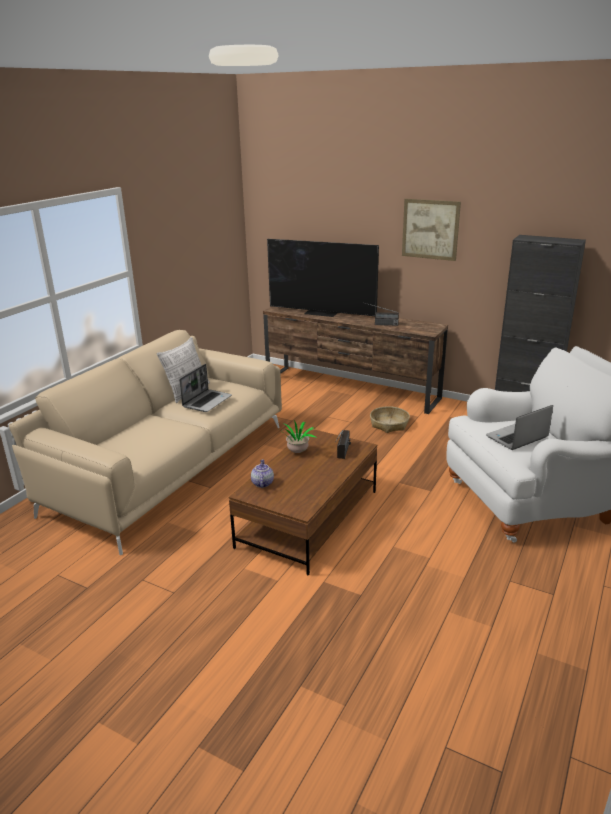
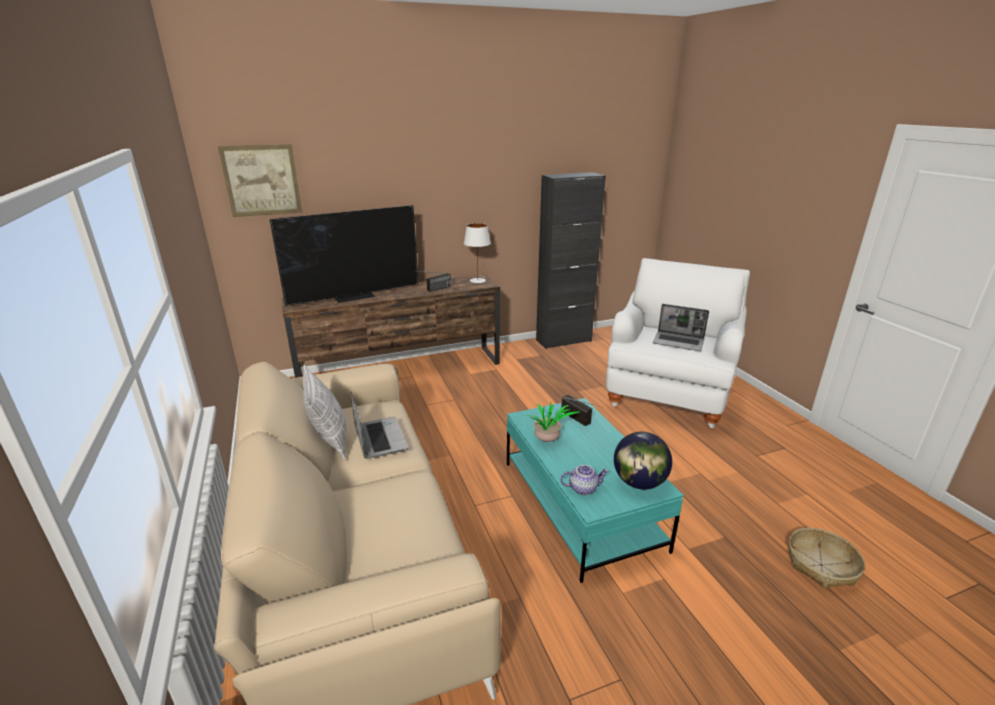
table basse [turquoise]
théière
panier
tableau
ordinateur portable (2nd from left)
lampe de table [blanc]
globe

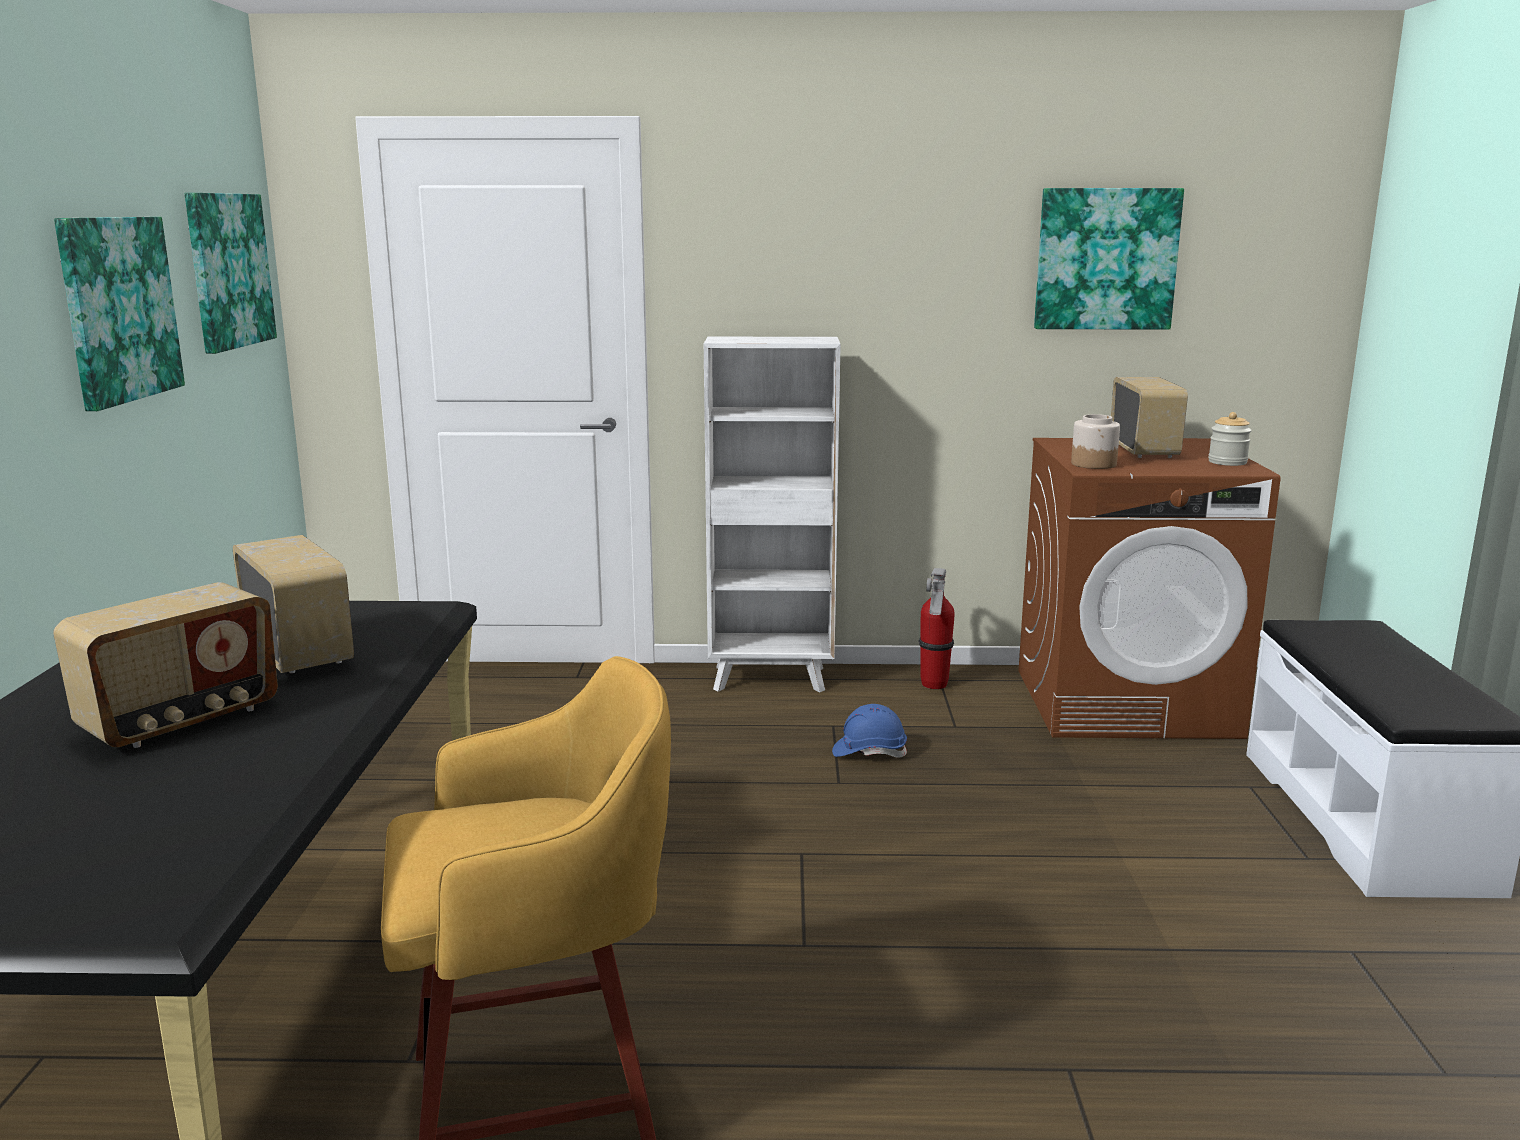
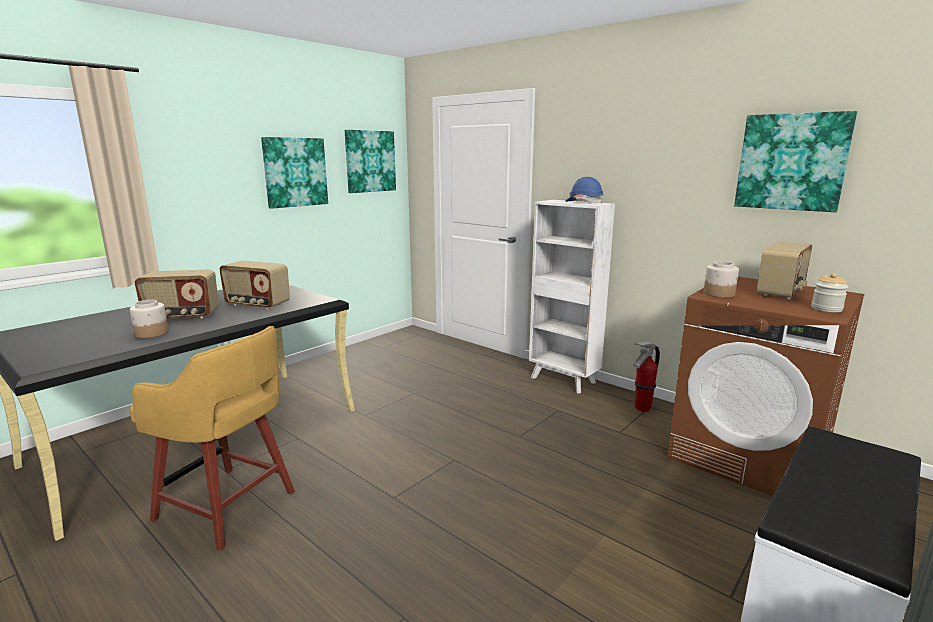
radio (2nd from left)
casque de chantier [bleu]
bocal (1st from left)

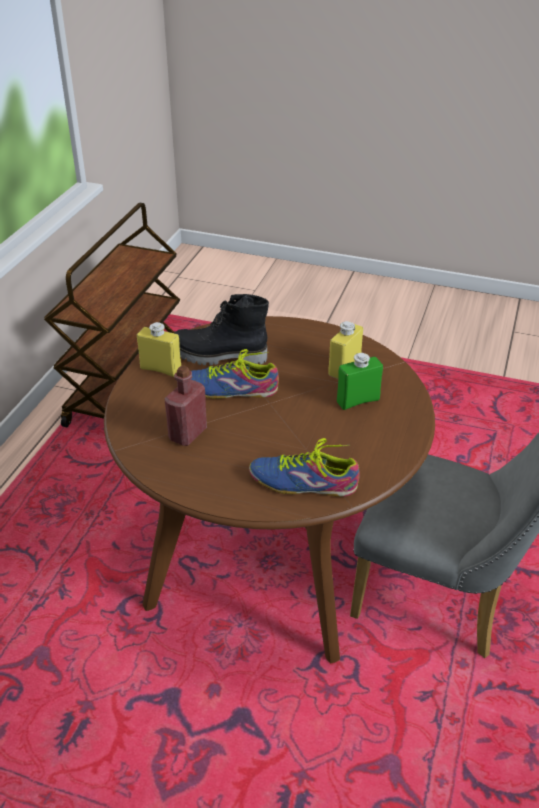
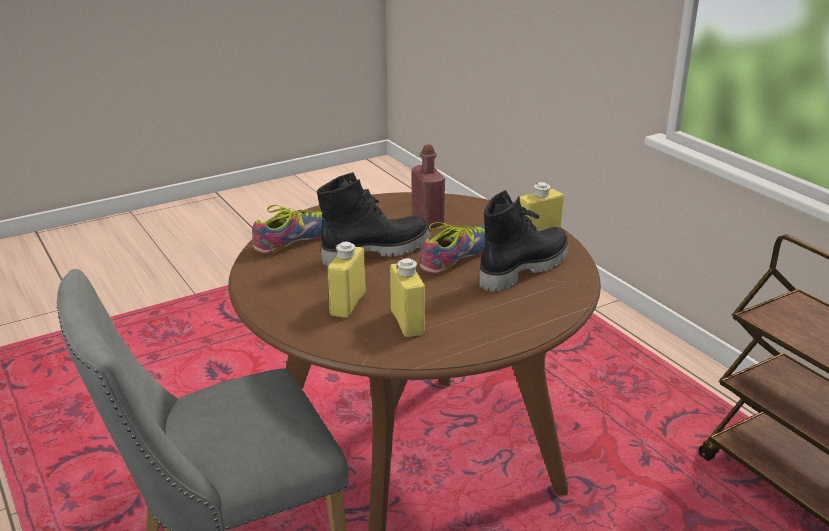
bouteille [jaune] (1st from left)
botte [noir] (1st from left)

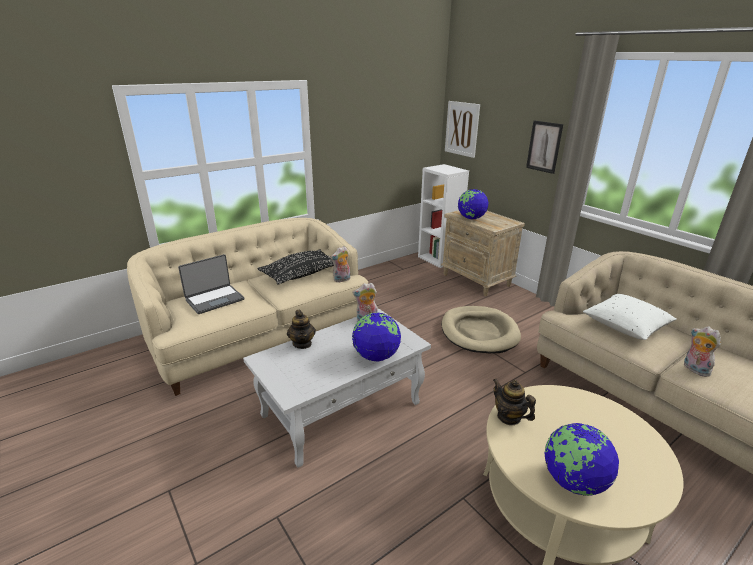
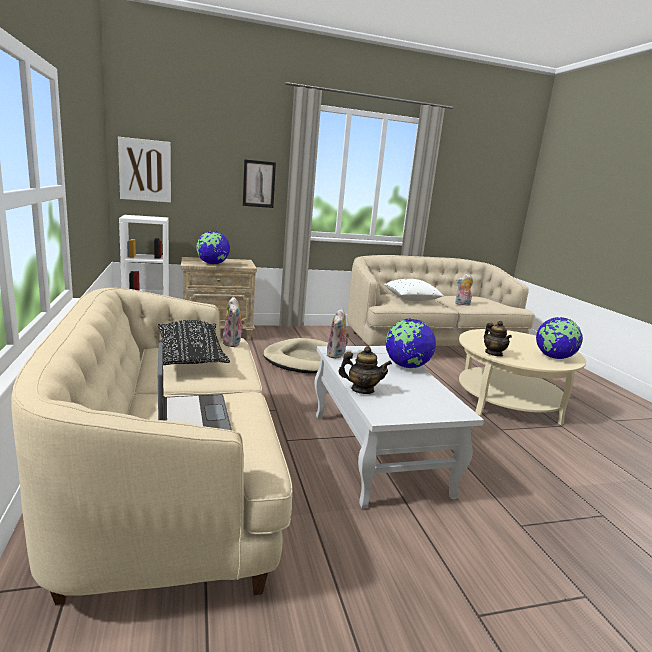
théière (2nd from left)

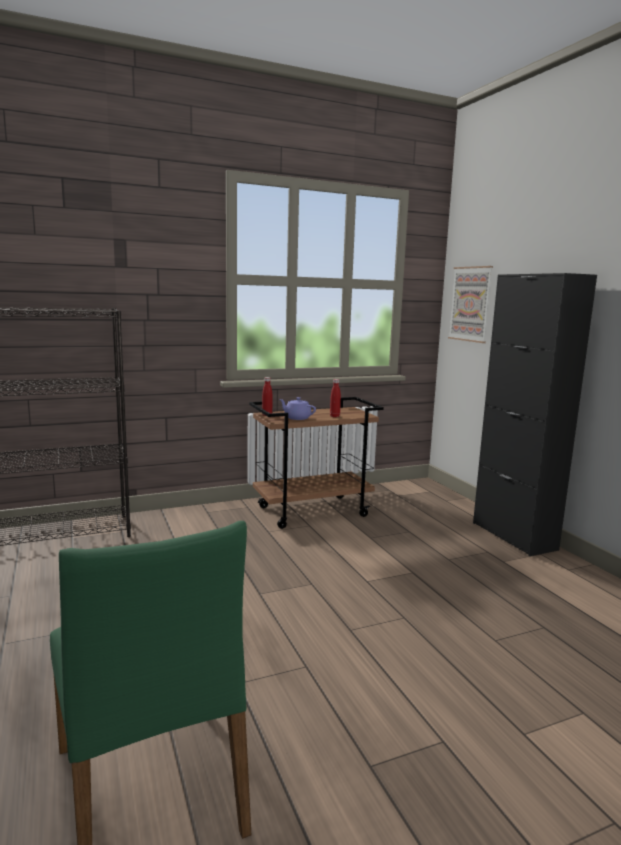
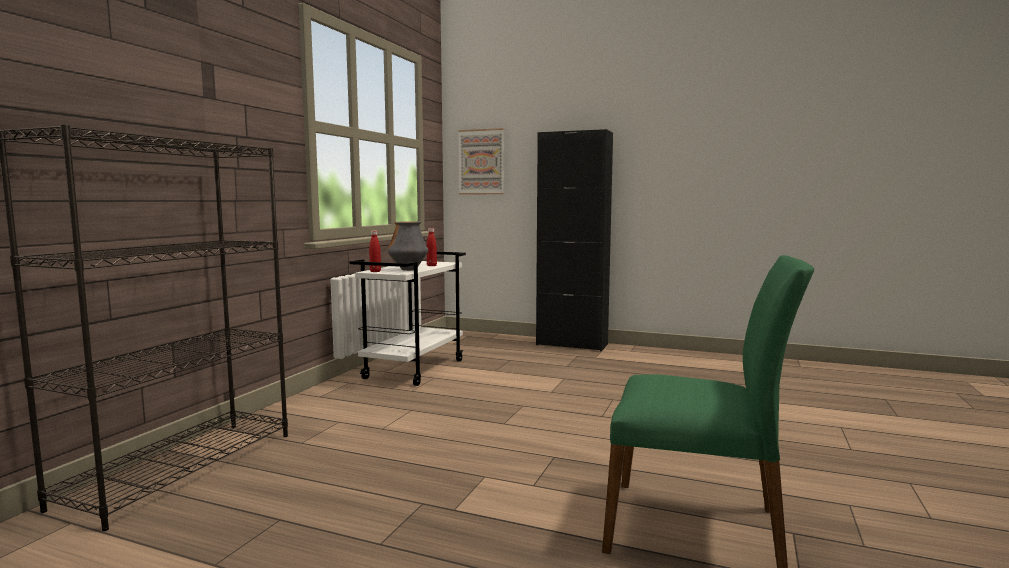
chariot [blanc]
vase

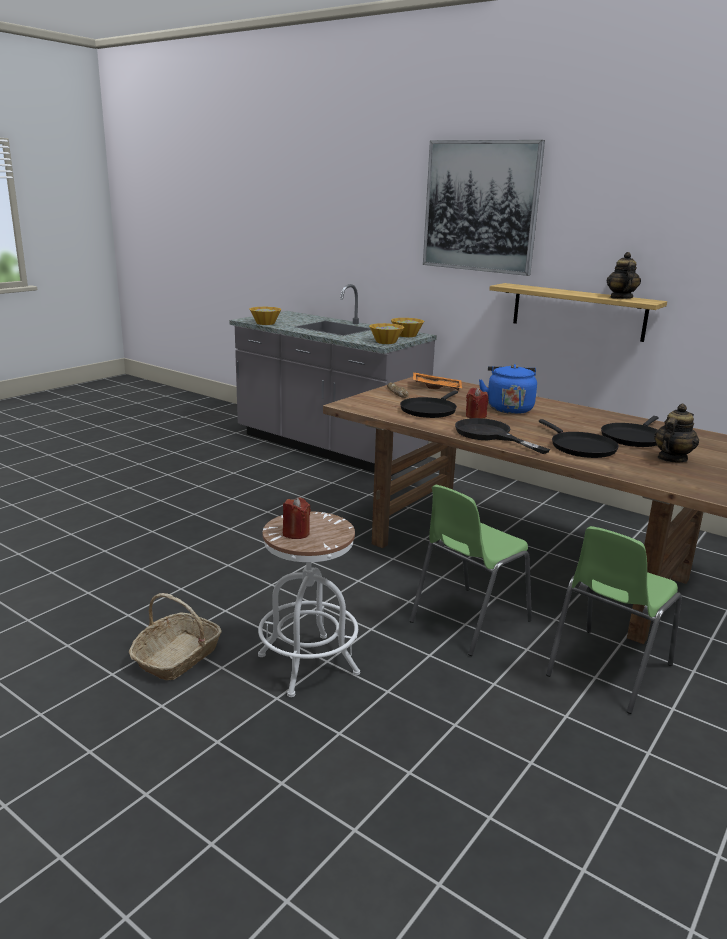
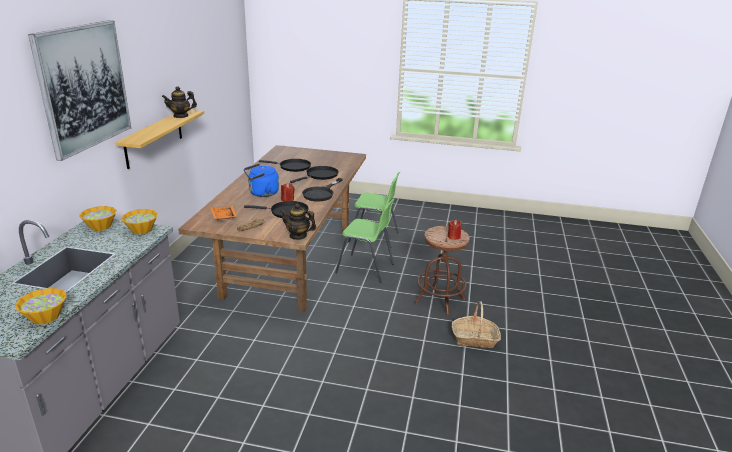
tabouret [marron]
théière (2nd from left)

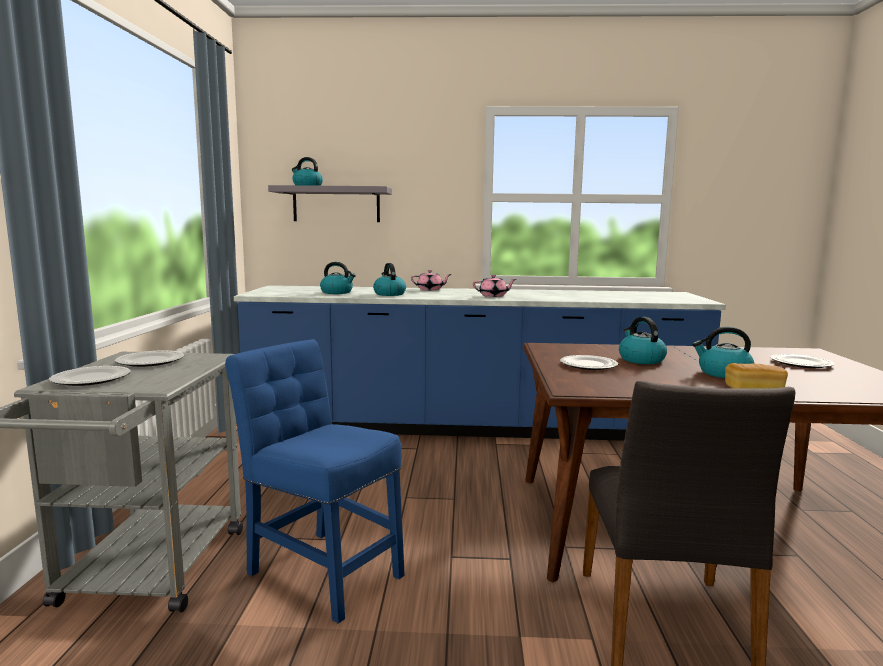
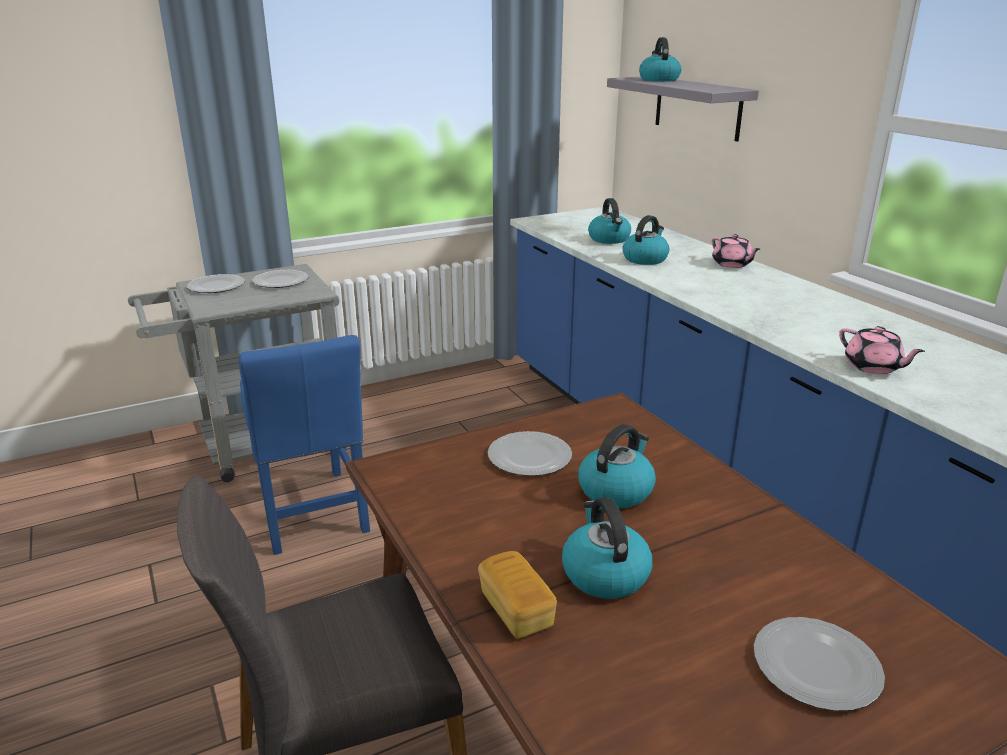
chaise [bleu]
théière [rose] (2nd from left)

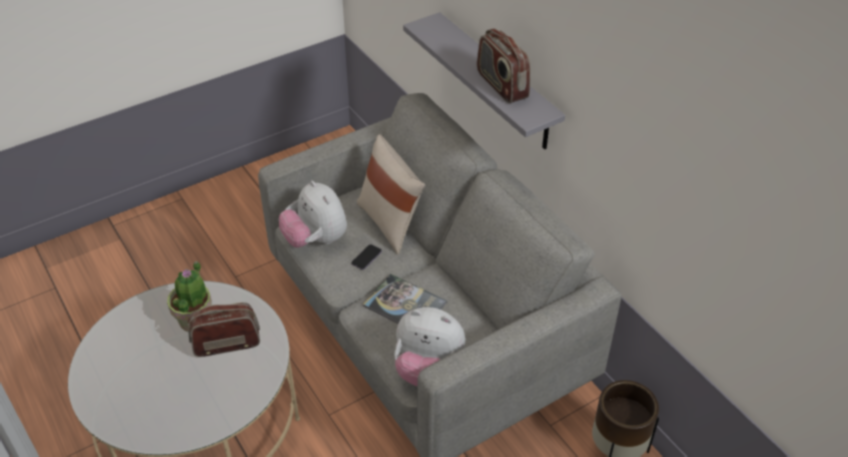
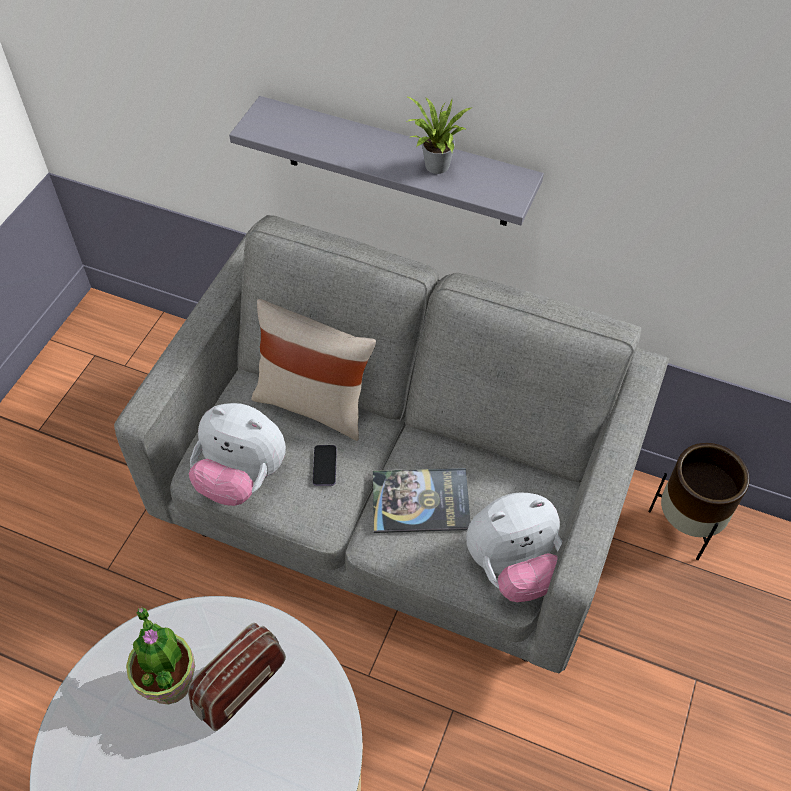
plante en pot (2nd from left)

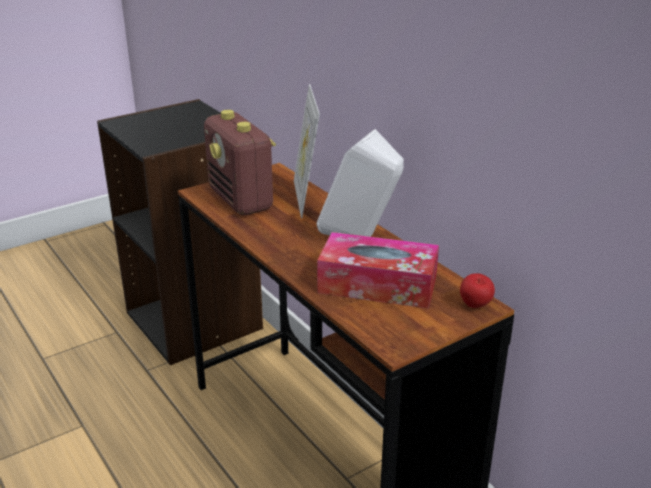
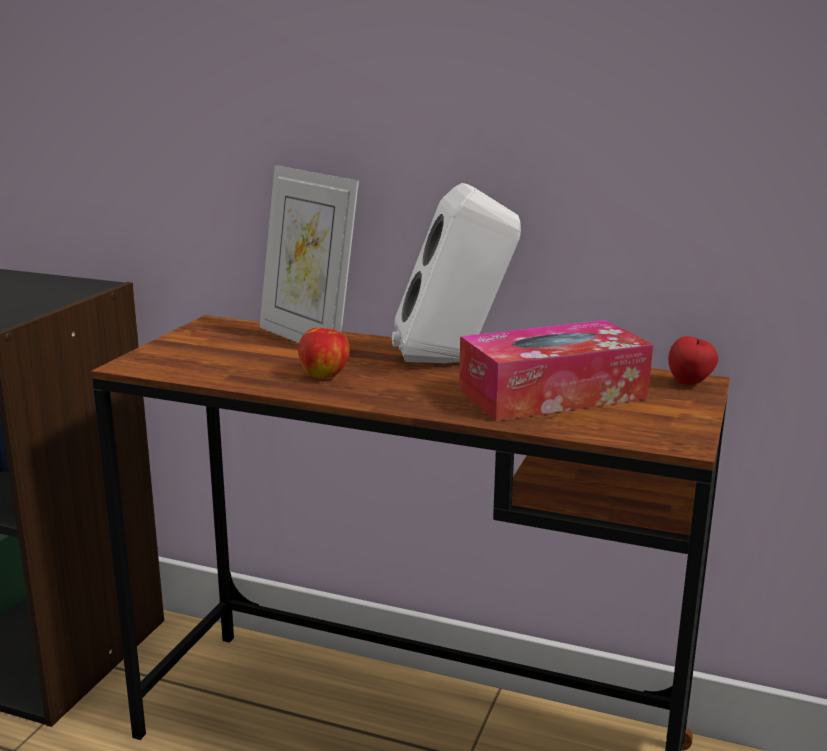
radio
pomme (1st from left)

